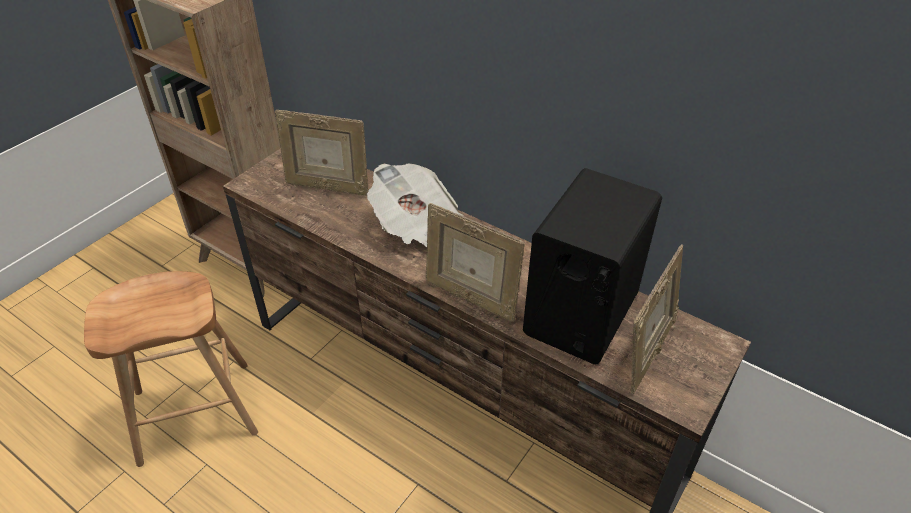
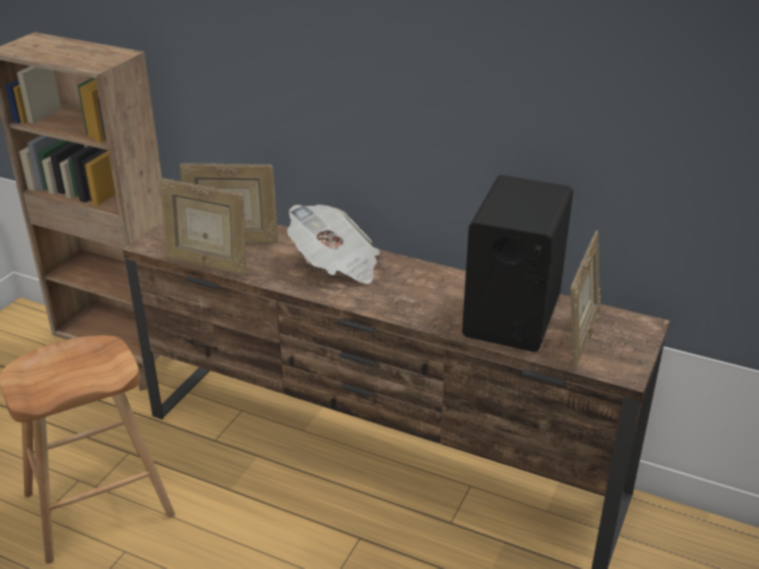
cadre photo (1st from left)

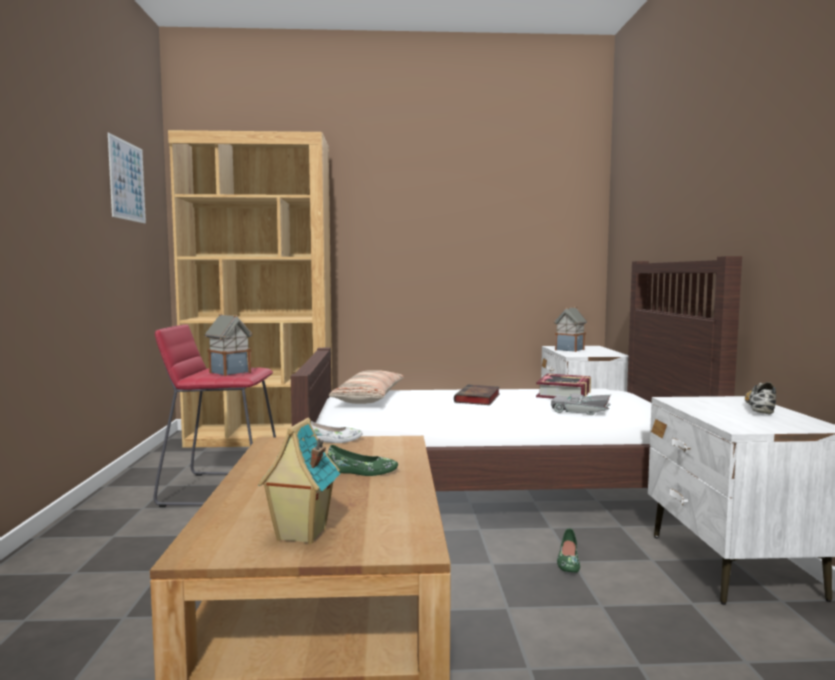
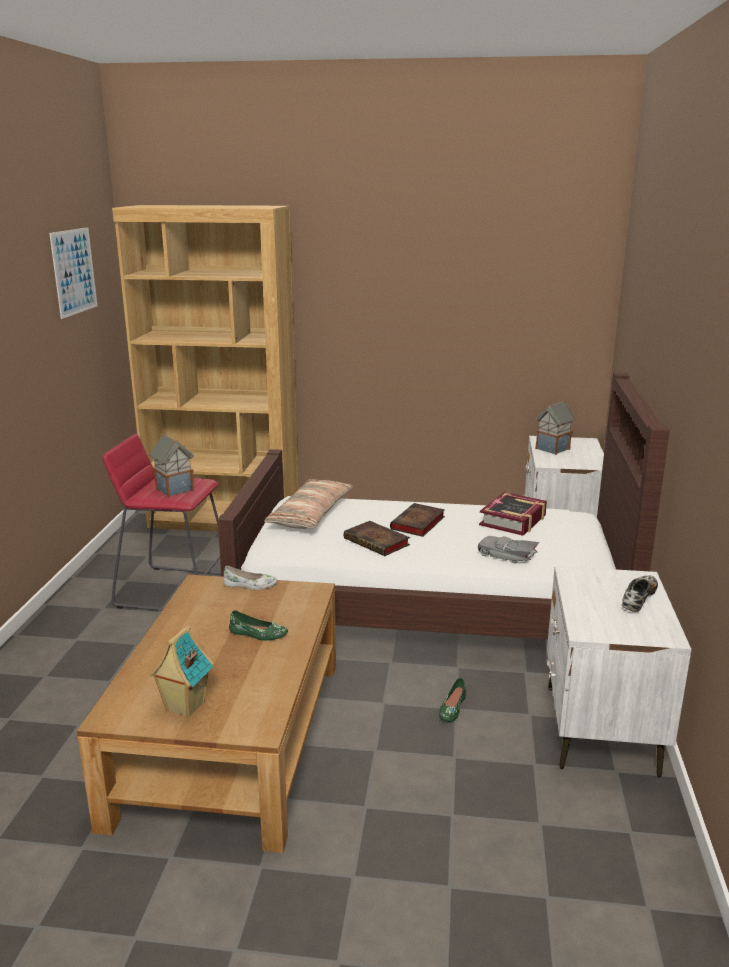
livre (1st from left)

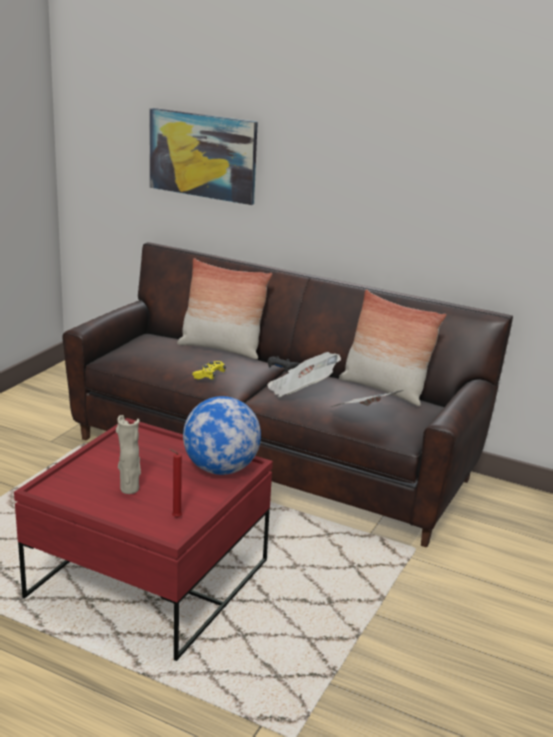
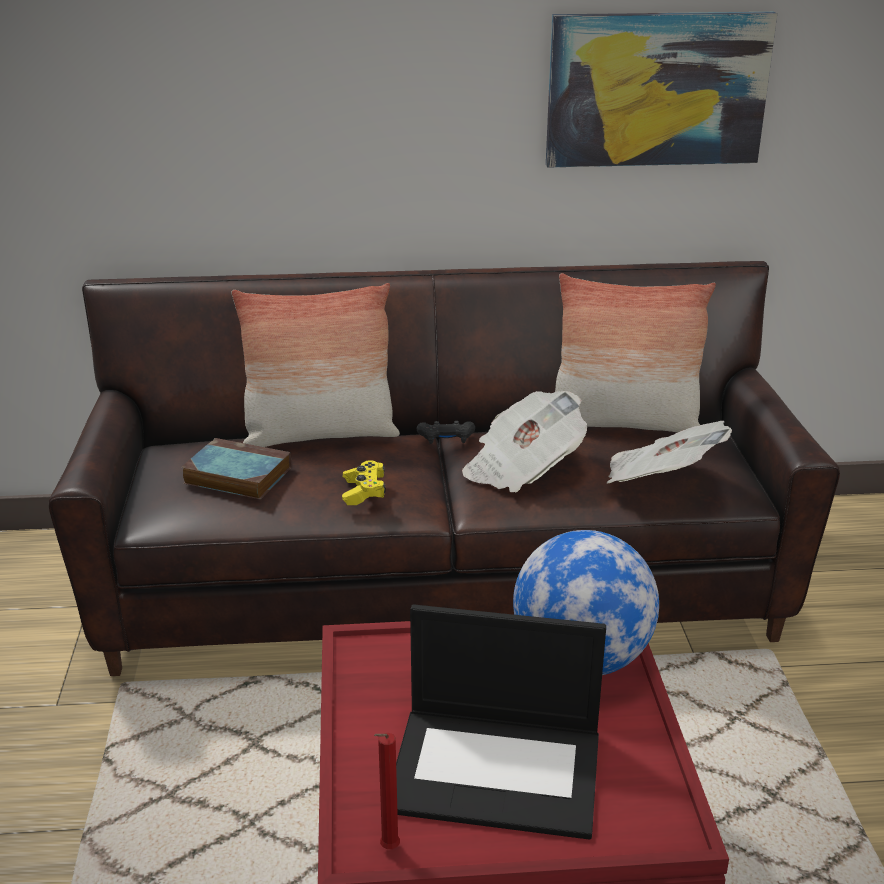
ordinateur portable
tableau
bougie [rouge]
livre

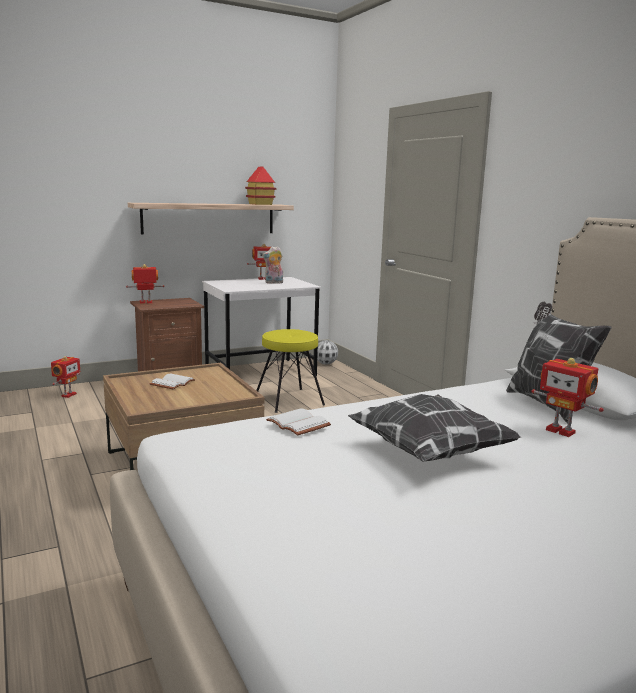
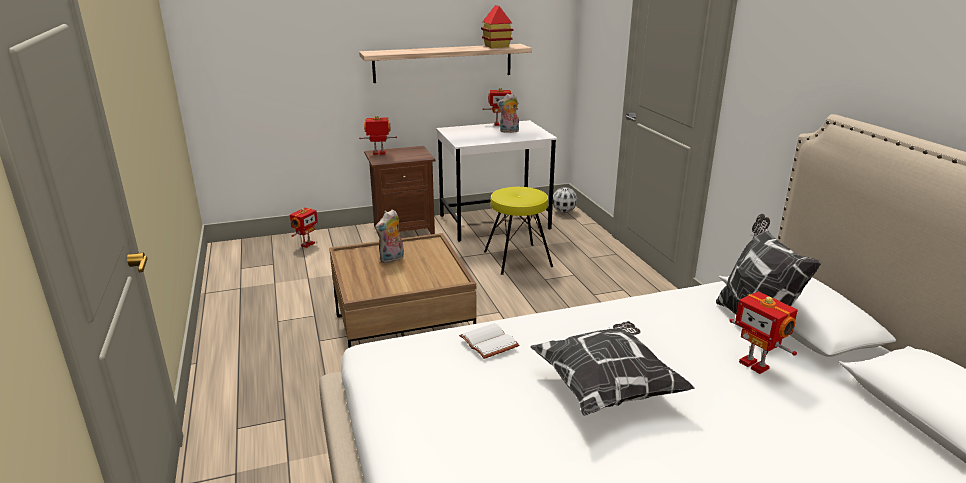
peluche (1st from left)

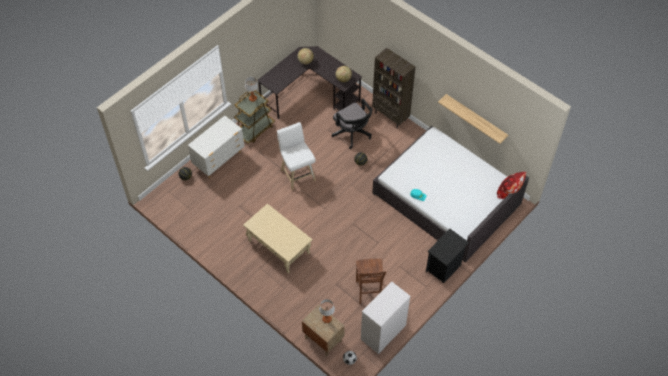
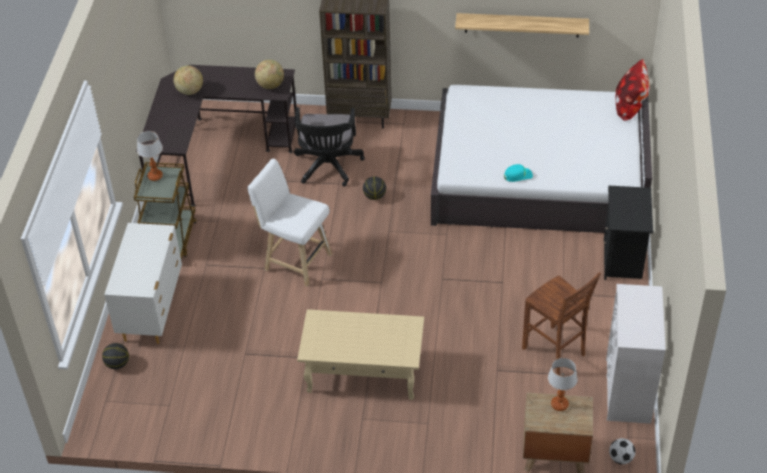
chaise de bureau [noir]

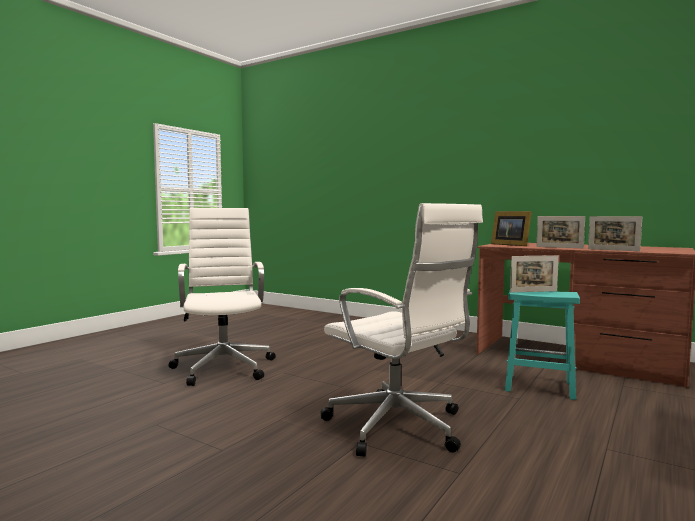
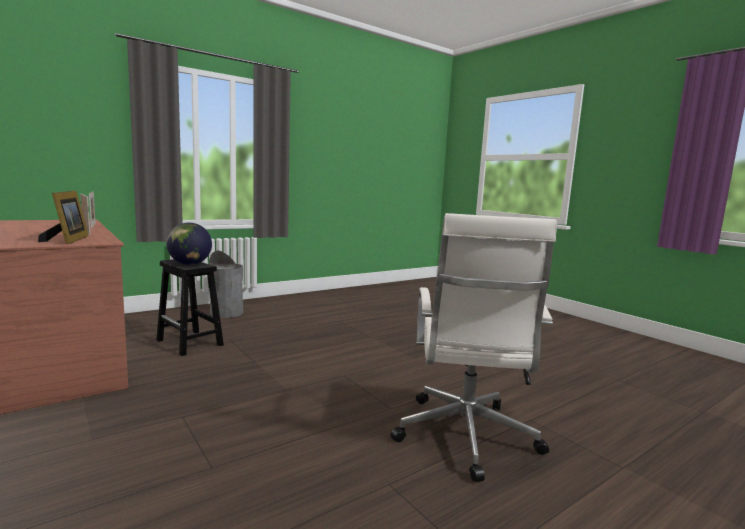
chaise de bureau [blanc] (2nd from left in the first image)
tabouret [noir]
globe
poubelle [gris]

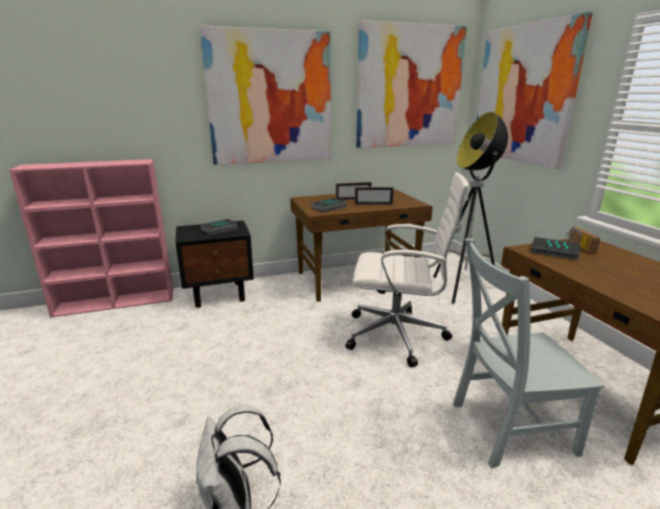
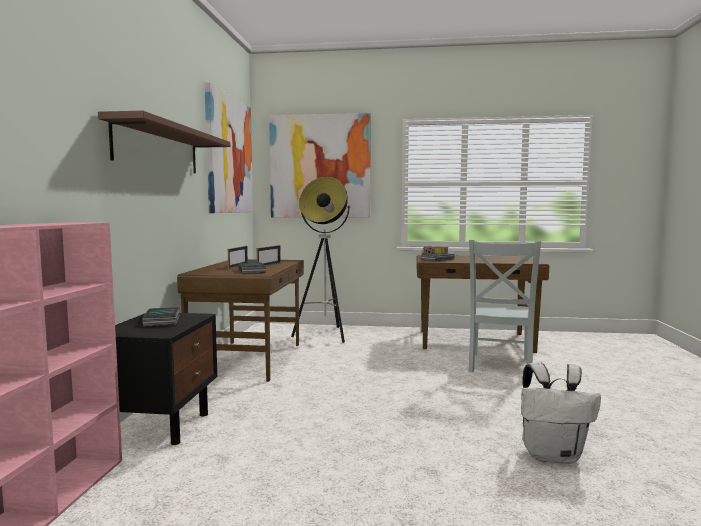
étagère [marron]
chaise de bureau [blanc]

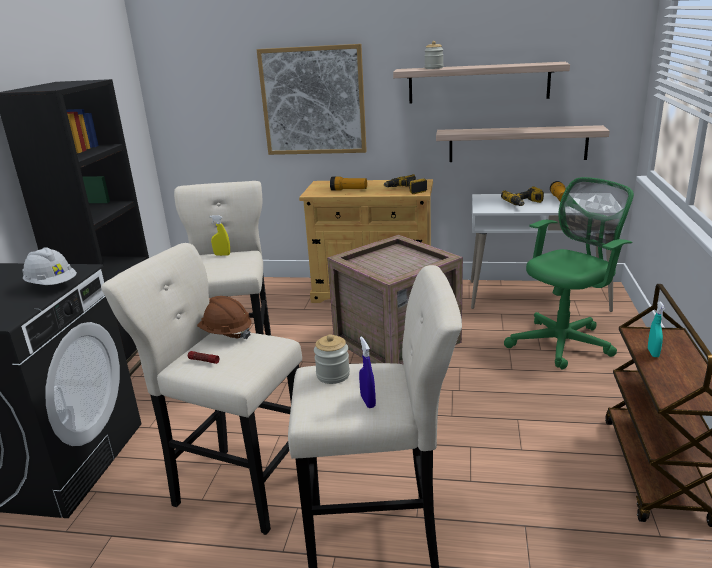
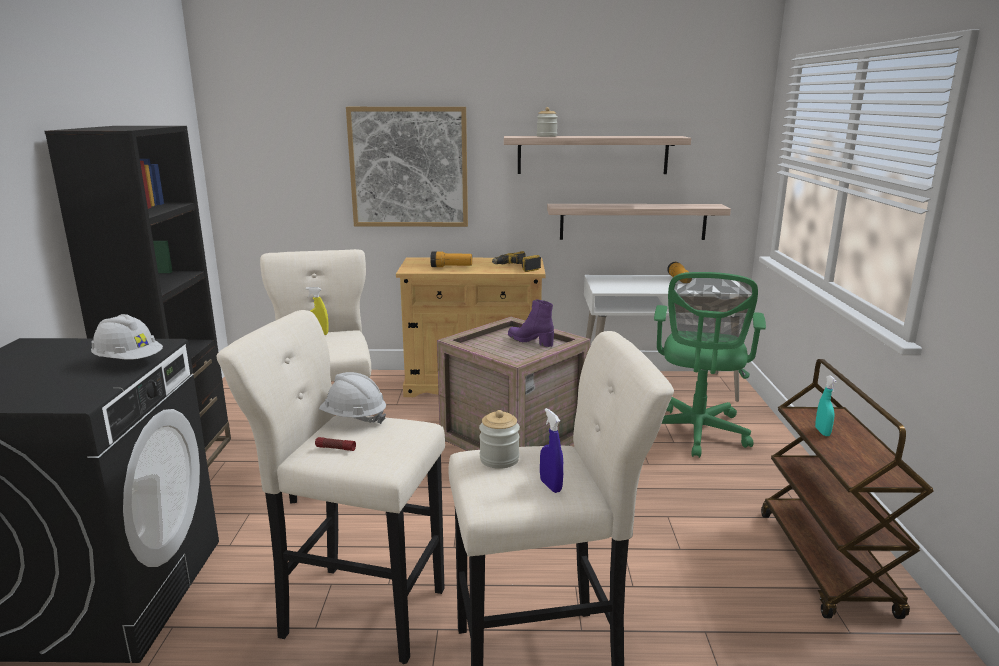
casque de chantier [blanc] (2nd from left)
perceuse (2nd from left in the first image)
chaise de bureau [vert]
botte [violet]

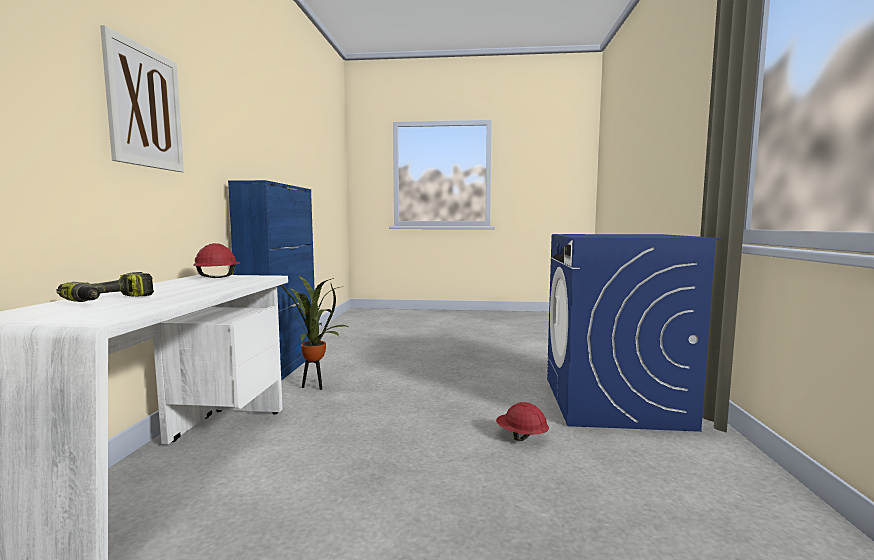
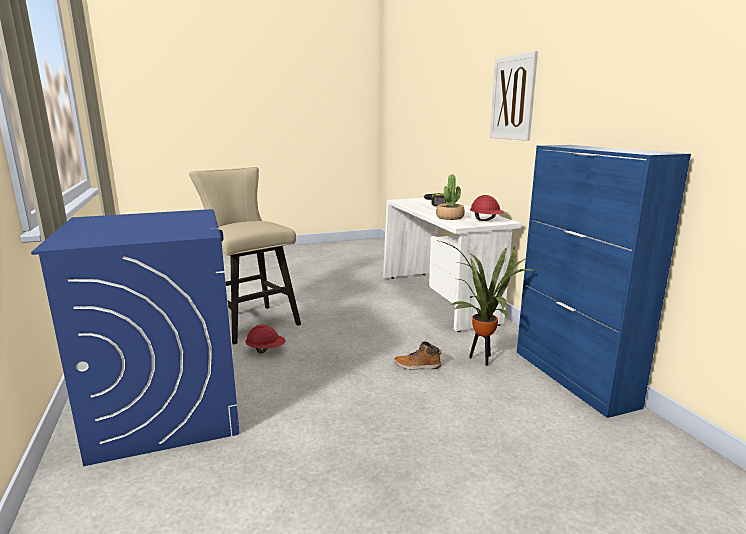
tabouret [beige]
botte
plante en pot (1st from left)

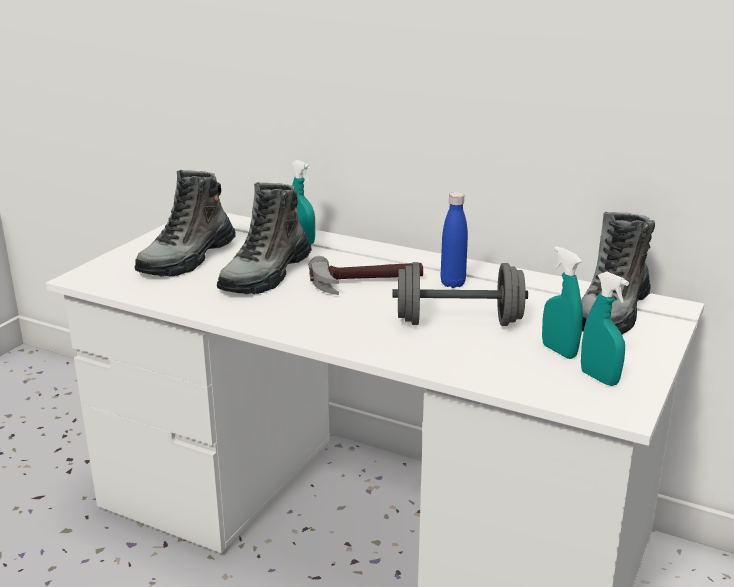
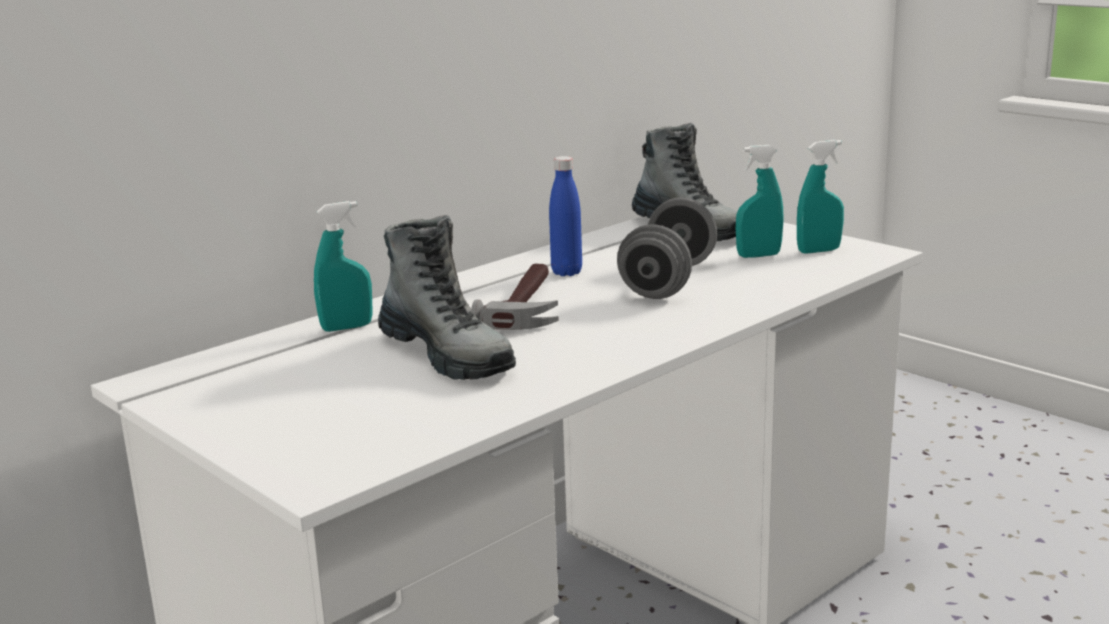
botte (1st from left in the first image)

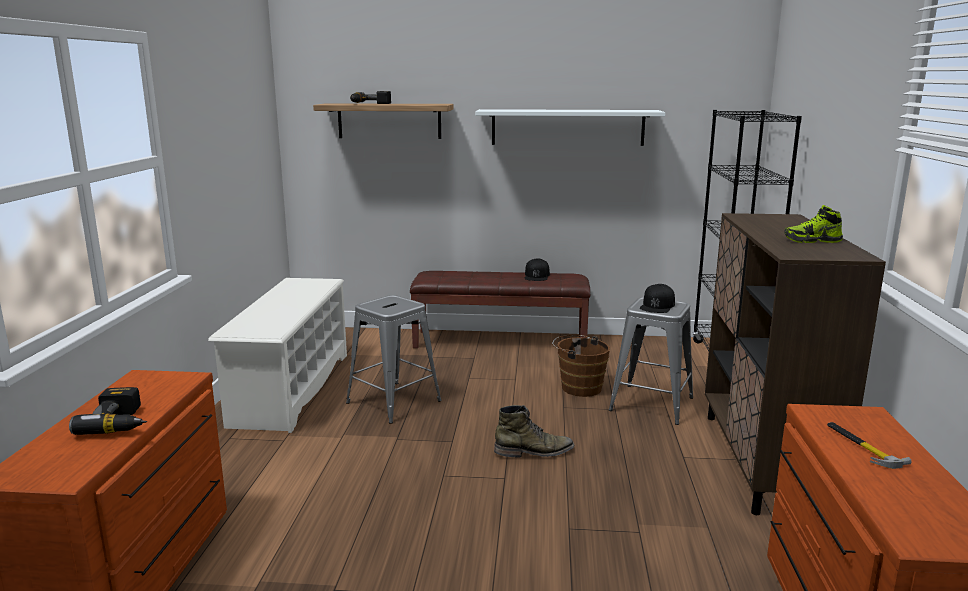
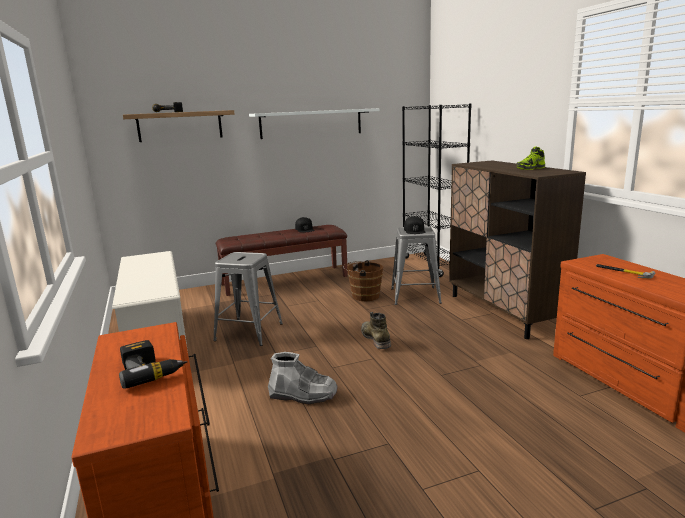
botte [vert]
botte [gris]

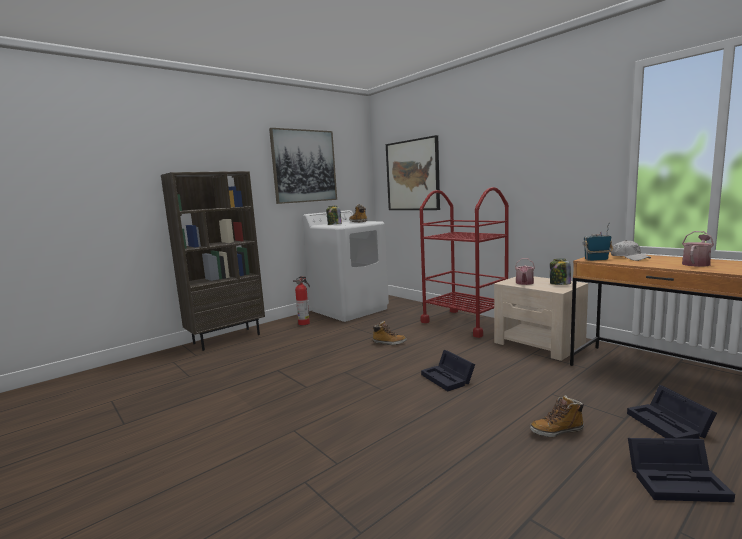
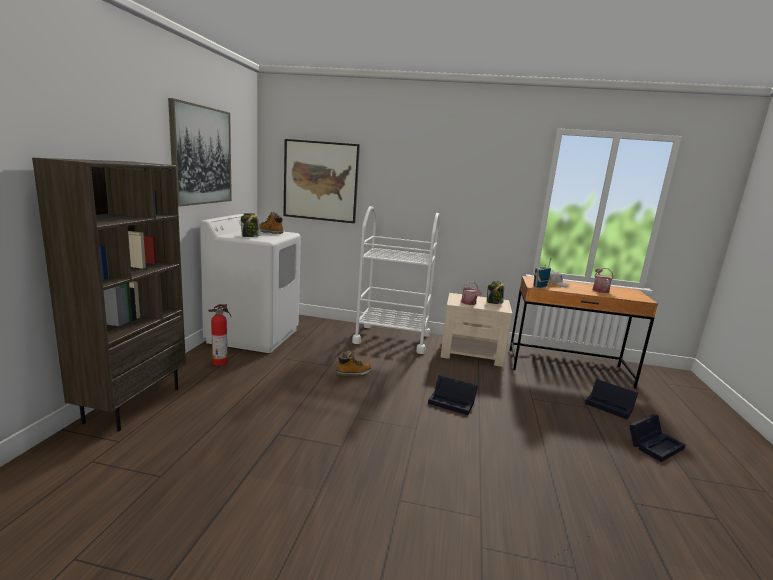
chariot [blanc]
botte (3rd from left in the first image)

